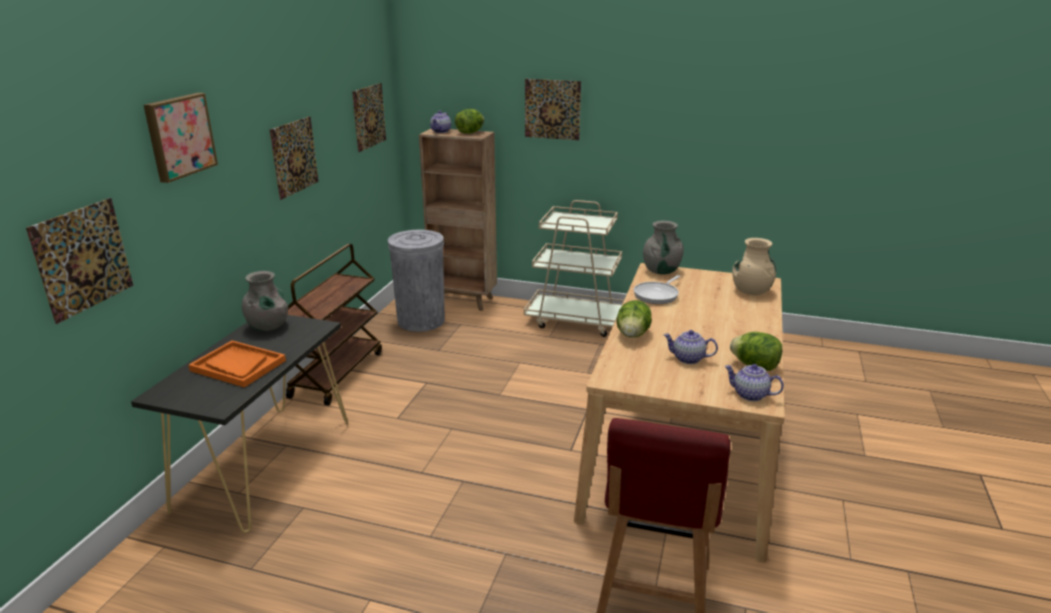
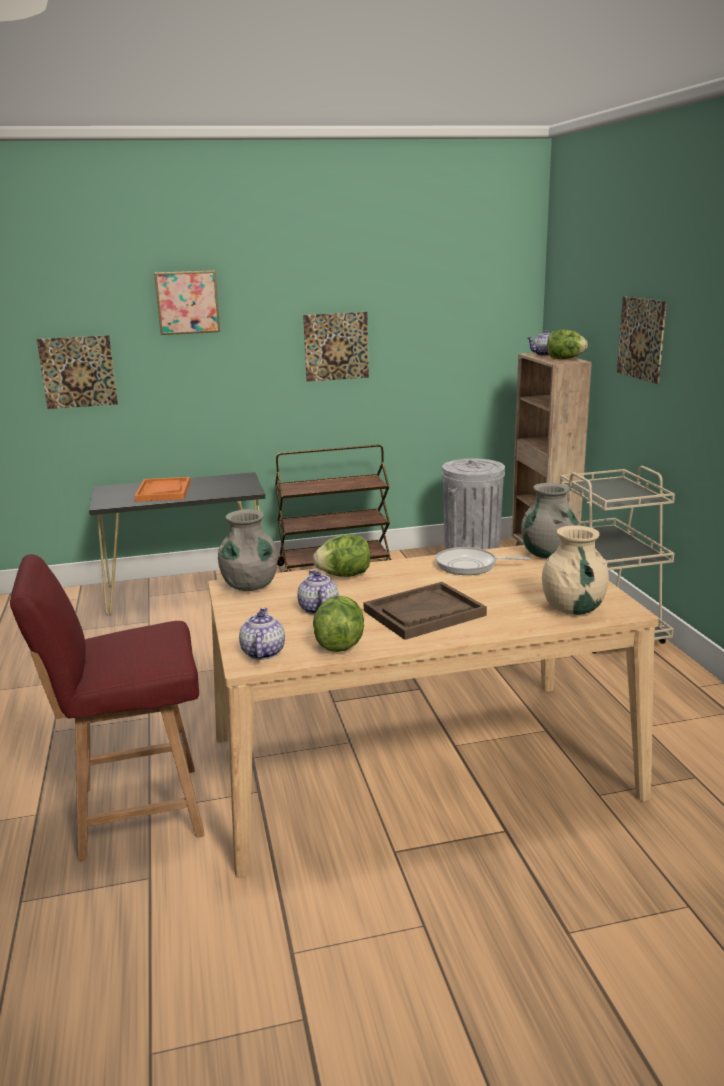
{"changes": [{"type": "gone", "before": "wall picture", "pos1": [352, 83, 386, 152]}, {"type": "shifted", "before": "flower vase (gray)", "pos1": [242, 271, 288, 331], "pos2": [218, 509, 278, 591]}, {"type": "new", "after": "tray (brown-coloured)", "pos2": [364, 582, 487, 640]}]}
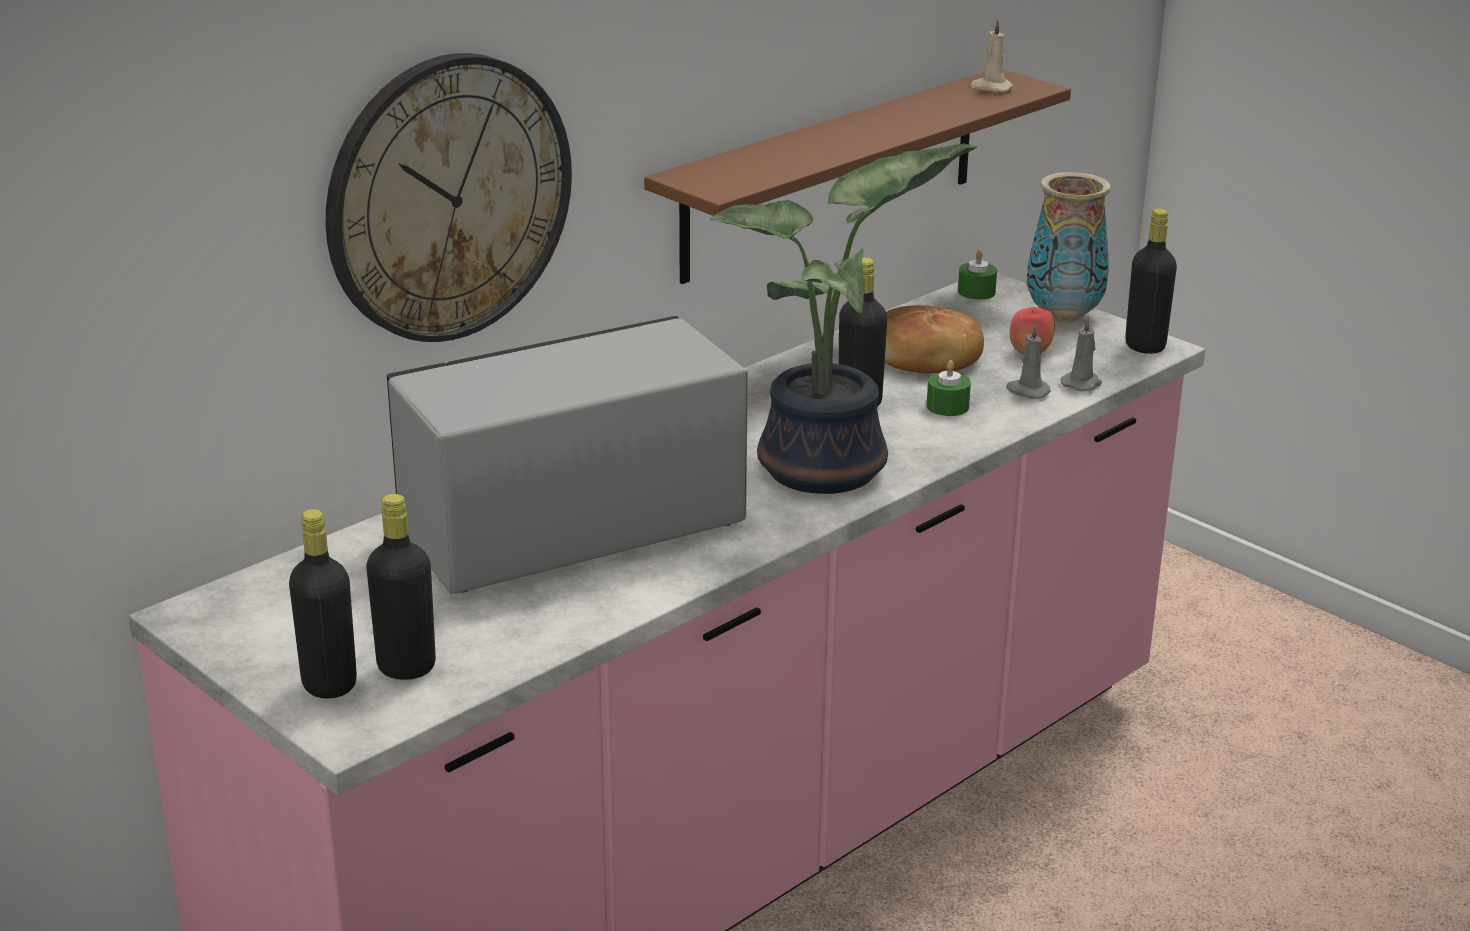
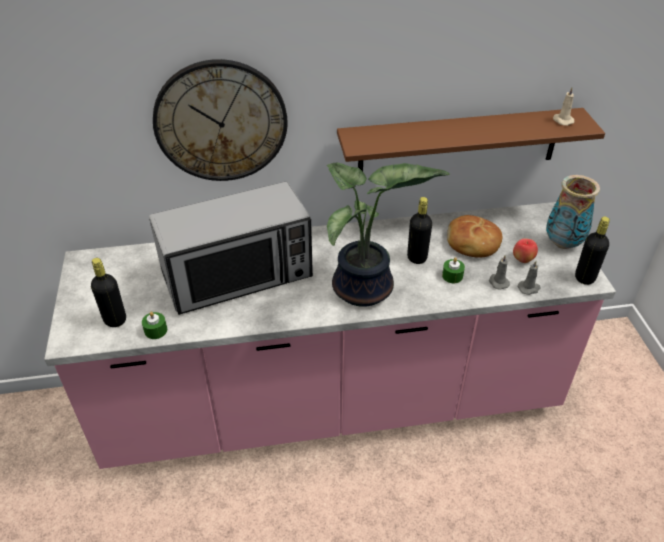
{"changes": [{"type": "shifted", "before": "wax light (greenish)", "pos1": [958, 250, 997, 300], "pos2": [142, 312, 167, 339]}, {"type": "rotated", "before": "kitchen microwave", "pos1": [387, 316, 748, 594], "pos2": [149, 182, 313, 315], "turn": 150}, {"type": "gone", "before": "drink bottle (blackish)", "pos1": [289, 509, 357, 699]}]}
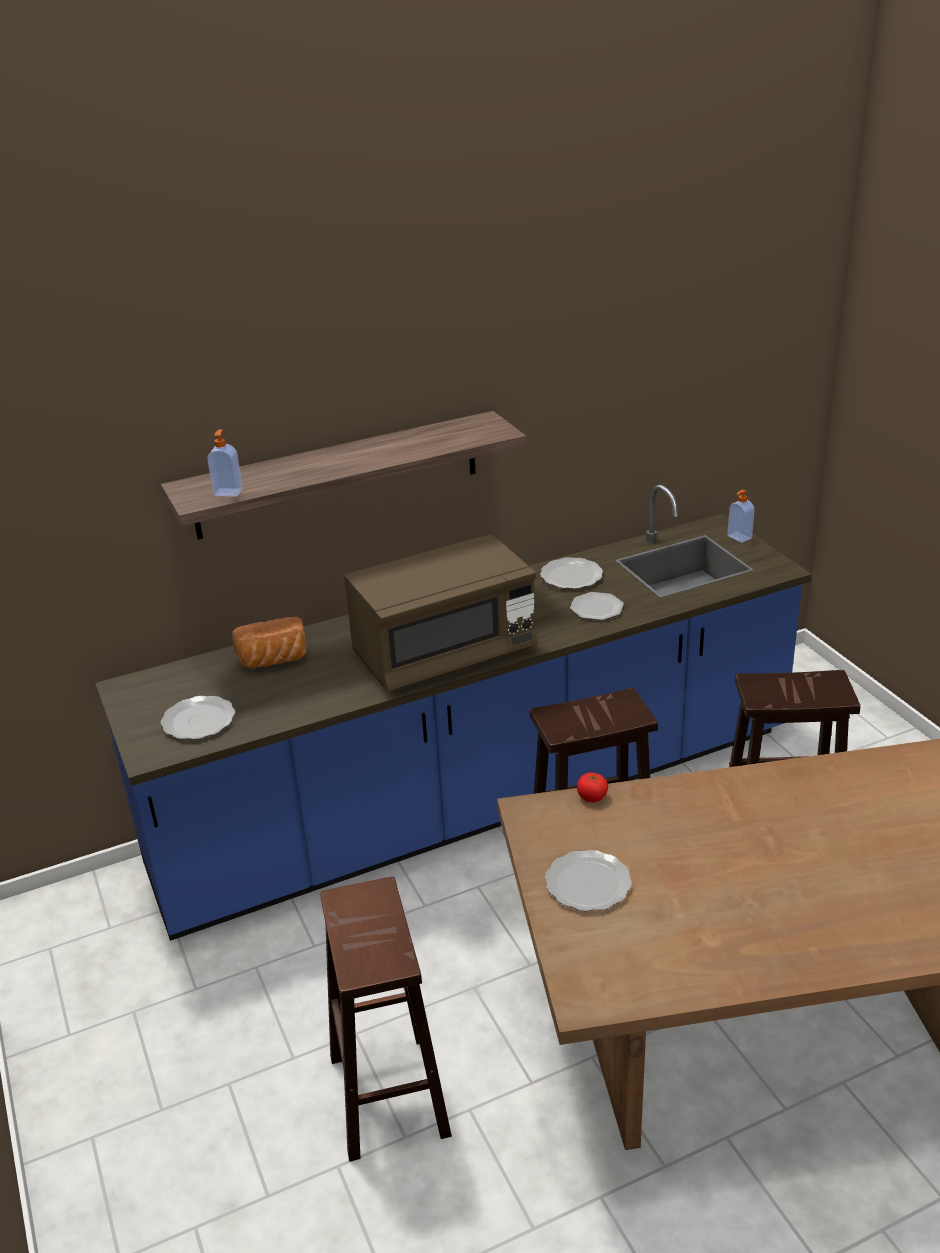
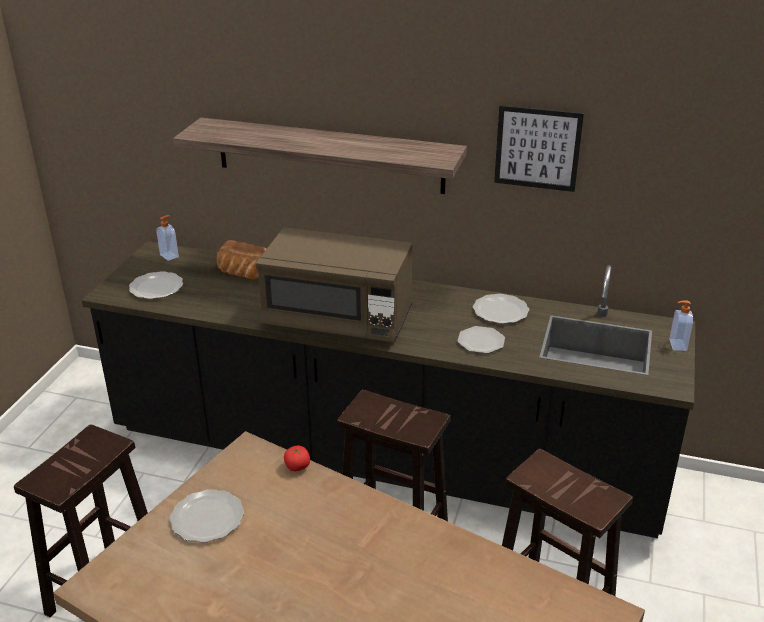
{"changes": [{"type": "shifted", "before": "liquid soap bottle", "pos1": [207, 430, 243, 496], "pos2": [156, 215, 179, 261]}, {"type": "repainted", "before": "kitchen counter (blue)", "after": "kitchen counter (blackish)", "pos1": [95, 484, 812, 941], "pos2": [81, 241, 695, 538]}, {"type": "new", "after": "wall picture", "pos2": [494, 105, 584, 192]}]}
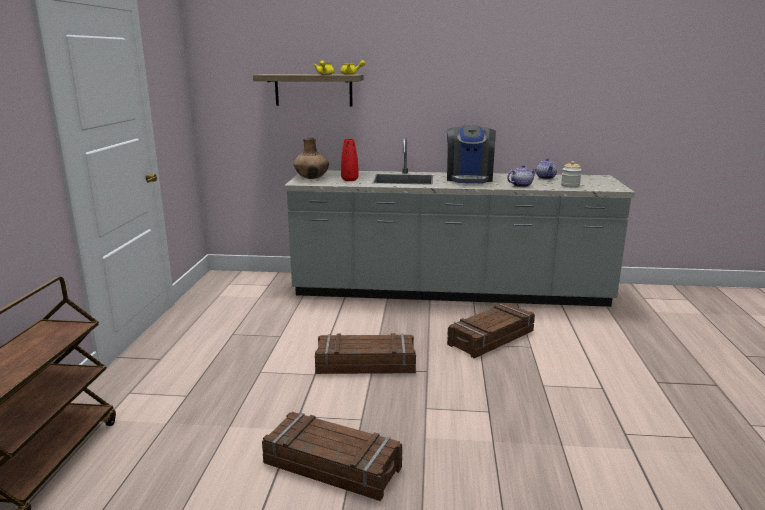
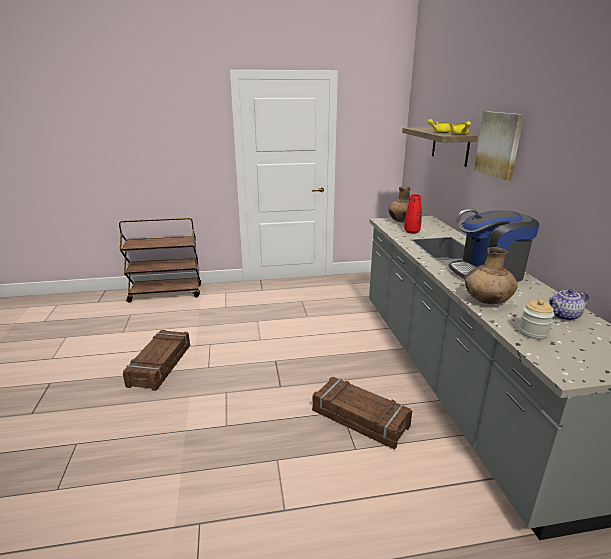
{"changes": [{"type": "swapped", "before": "teapot", "after": "flower vase (brown-coloured)", "pos1": [507, 165, 537, 187], "pos2": [465, 247, 518, 304]}, {"type": "gone", "before": "packing crate", "pos1": [315, 333, 416, 374]}, {"type": "new", "after": "wall picture", "pos2": [474, 111, 524, 181]}]}
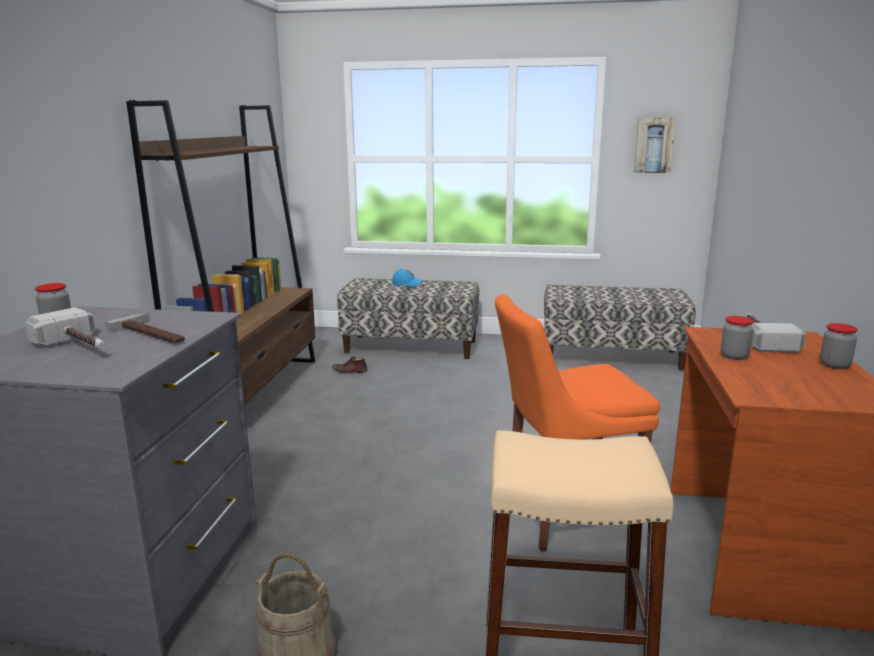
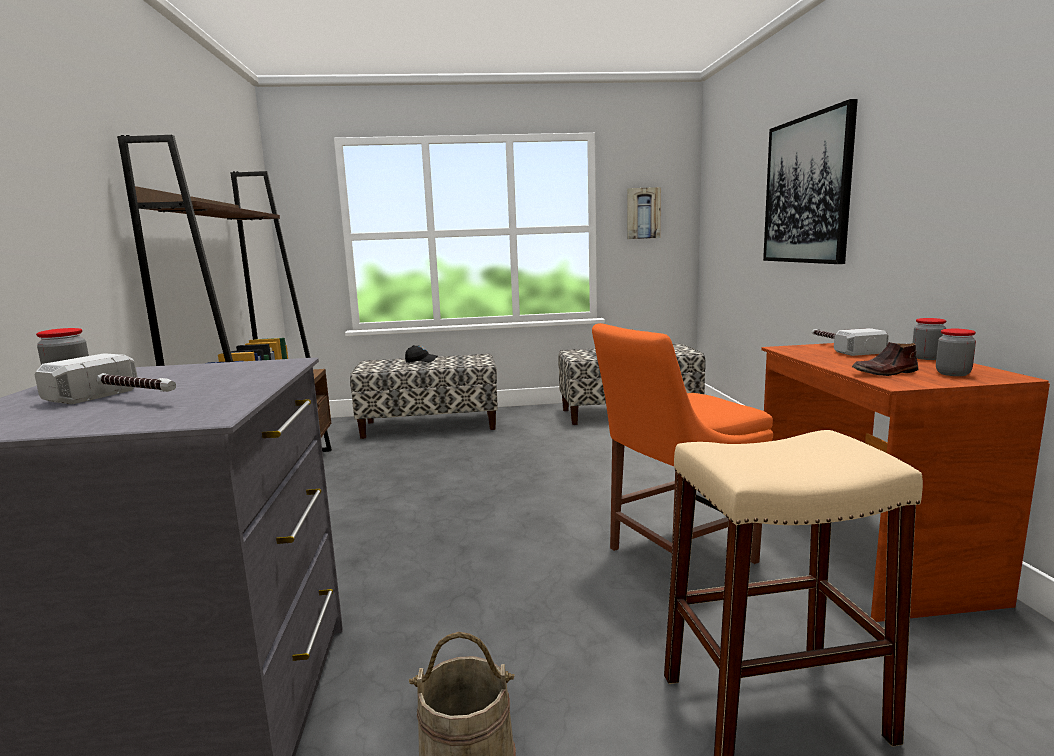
{"changes": [{"type": "repainted", "before": "cap (blue)", "after": "cap (blackish)", "pos1": [392, 269, 423, 287], "pos2": [405, 345, 437, 363]}, {"type": "gone", "before": "hammer", "pos1": [105, 313, 185, 344]}, {"type": "shifted", "before": "jar", "pos1": [721, 316, 754, 360], "pos2": [936, 329, 976, 376]}, {"type": "shifted", "before": "low shoe (brown-coloured)", "pos1": [332, 357, 367, 373], "pos2": [852, 342, 918, 376]}, {"type": "new", "after": "wall picture", "pos2": [763, 99, 858, 264]}]}
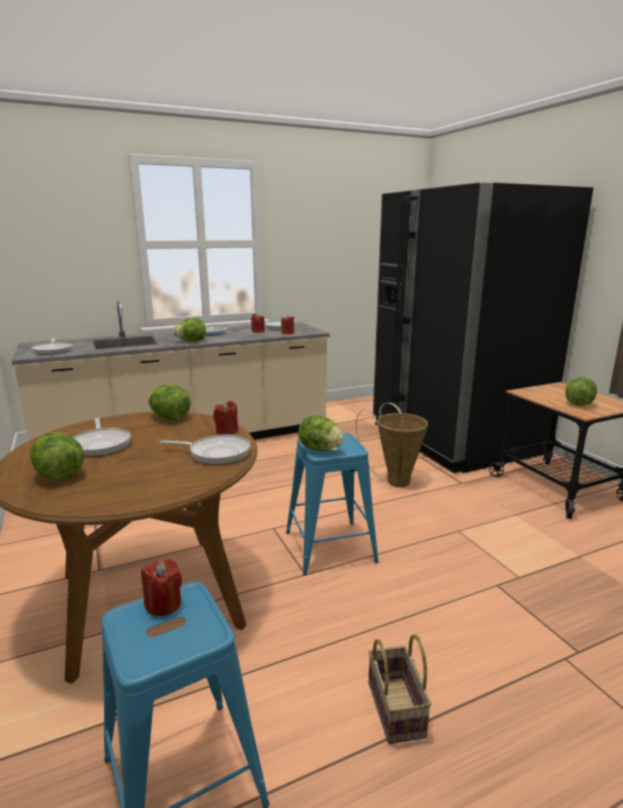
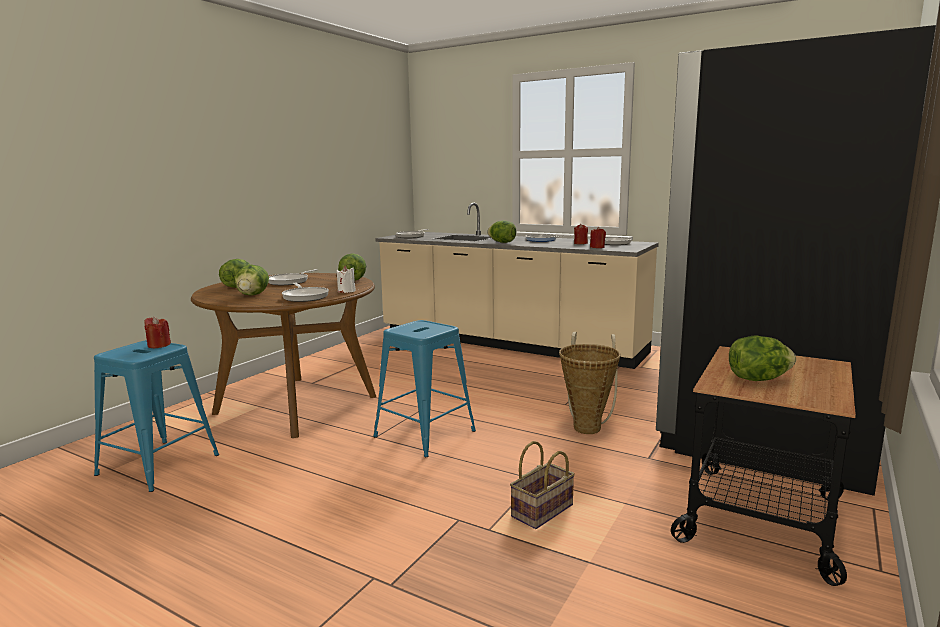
{"changes": [{"type": "repainted", "before": "wax light (red)", "after": "wax light (white-coloured)", "pos1": [213, 401, 238, 435], "pos2": [337, 266, 356, 293]}, {"type": "shifted", "before": "lettuce head", "pos1": [298, 416, 344, 451], "pos2": [235, 265, 269, 296]}, {"type": "shifted", "before": "storage basket", "pos1": [368, 634, 431, 744], "pos2": [510, 441, 575, 529]}]}
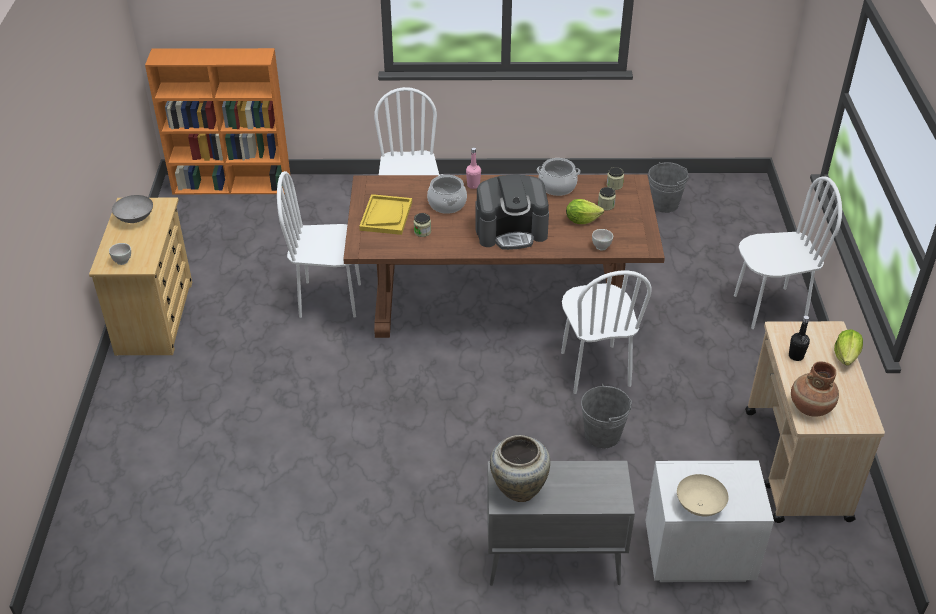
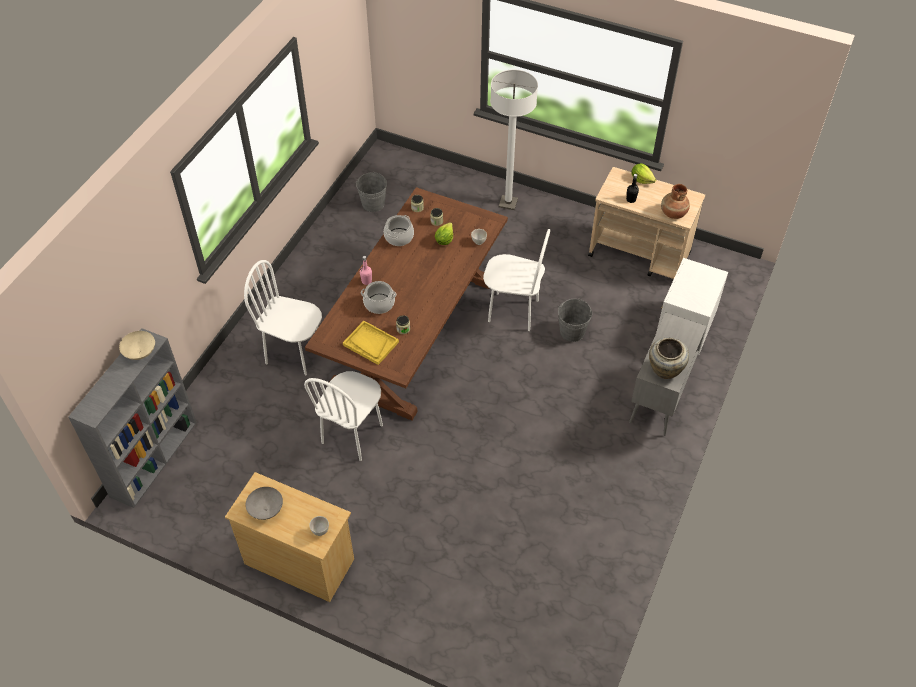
{"changes": [{"type": "repainted", "before": "shelving unit (orangey)", "after": "shelving unit (gray)", "pos1": [145, 48, 291, 194], "pos2": [68, 328, 197, 508]}, {"type": "gone", "before": "coffee maker", "pos1": [475, 174, 549, 250]}, {"type": "swapped", "before": "chair (white-coloured)", "after": "standard lamp (white-coloured)", "pos1": [734, 176, 842, 329], "pos2": [490, 70, 538, 210]}, {"type": "shifted", "before": "deep dish (sand-coloured)", "pos1": [677, 474, 728, 516], "pos2": [119, 331, 155, 360]}]}
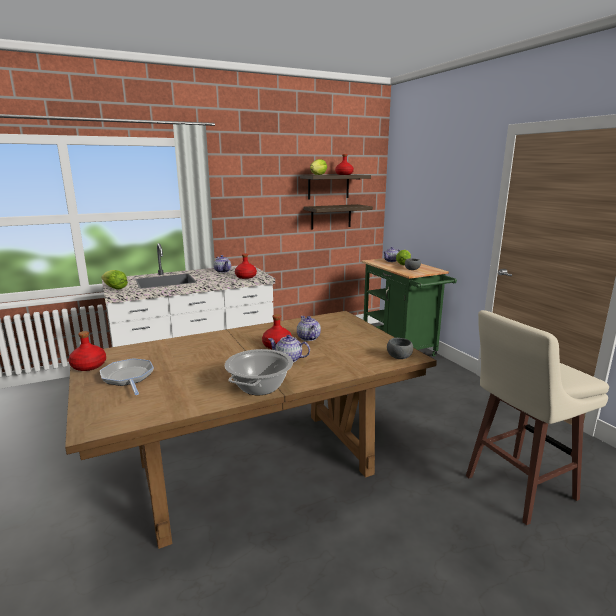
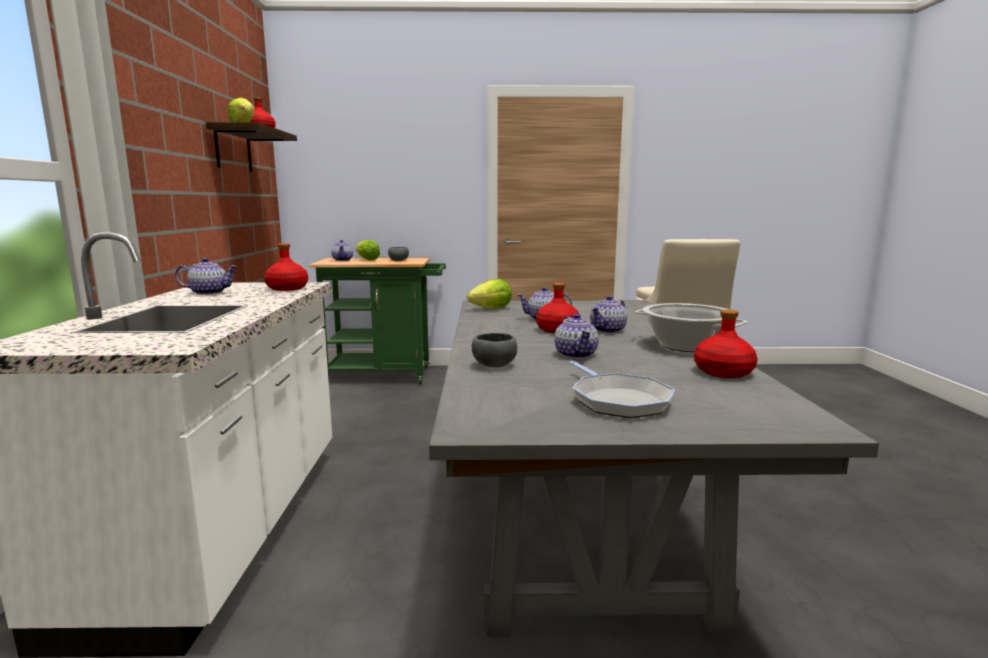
{"changes": [{"type": "gone", "before": "shelf", "pos1": [303, 204, 373, 230]}, {"type": "shifted", "before": "lettuce head", "pos1": [101, 270, 128, 289], "pos2": [467, 279, 512, 308]}, {"type": "repainted", "before": "kitchen table (brown-coloured)", "after": "kitchen table (gray)", "pos1": [65, 311, 437, 549], "pos2": [429, 300, 879, 637]}, {"type": "shifted", "before": "drink bottle (red)", "pos1": [69, 331, 106, 371], "pos2": [694, 309, 758, 378]}, {"type": "shifted", "before": "deep dish (gray)", "pos1": [387, 338, 413, 359], "pos2": [472, 333, 517, 367]}, {"type": "rotated", "before": "frying pan", "pos1": [100, 358, 154, 395], "pos2": [570, 361, 675, 418], "turn": -105}, {"type": "new", "after": "teapot", "pos2": [554, 313, 599, 359]}]}
